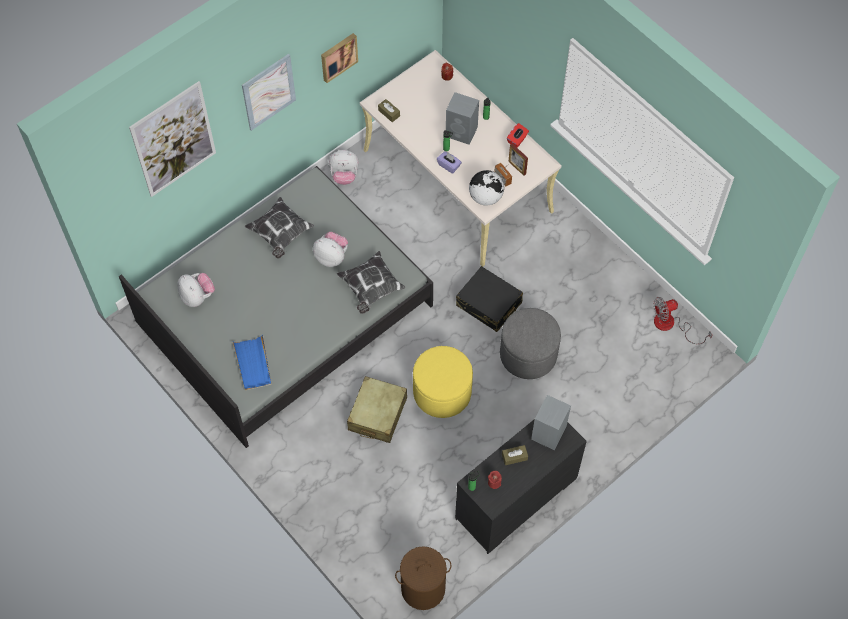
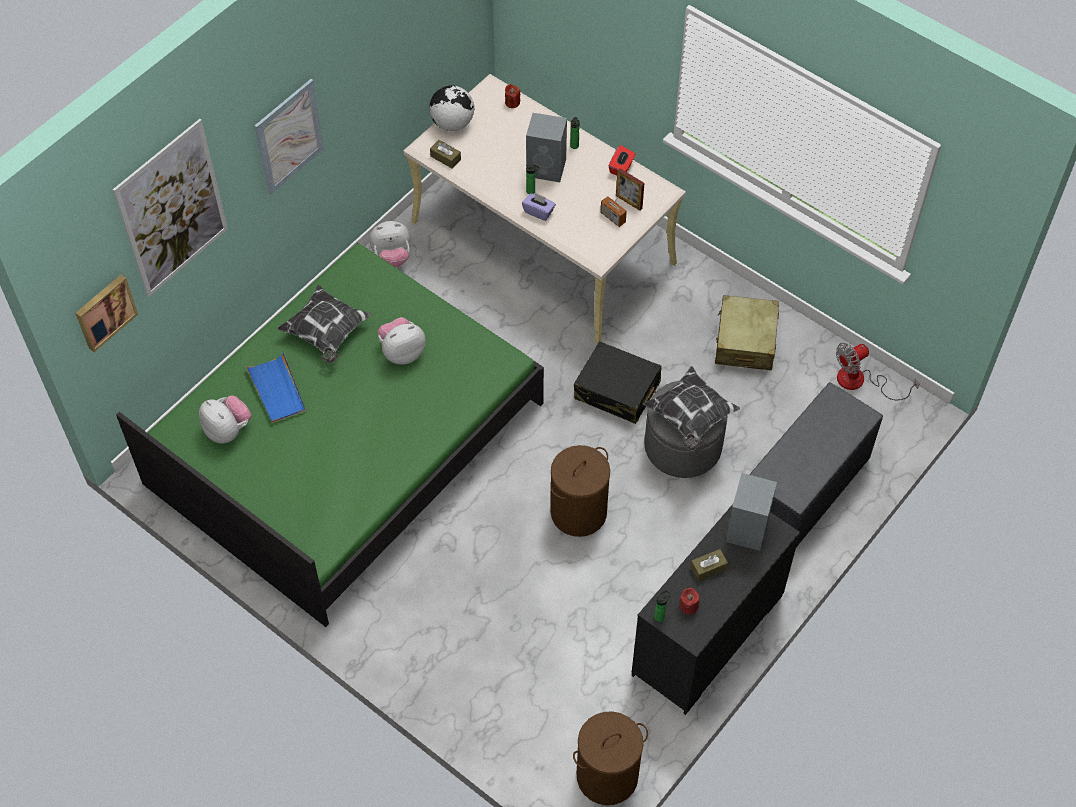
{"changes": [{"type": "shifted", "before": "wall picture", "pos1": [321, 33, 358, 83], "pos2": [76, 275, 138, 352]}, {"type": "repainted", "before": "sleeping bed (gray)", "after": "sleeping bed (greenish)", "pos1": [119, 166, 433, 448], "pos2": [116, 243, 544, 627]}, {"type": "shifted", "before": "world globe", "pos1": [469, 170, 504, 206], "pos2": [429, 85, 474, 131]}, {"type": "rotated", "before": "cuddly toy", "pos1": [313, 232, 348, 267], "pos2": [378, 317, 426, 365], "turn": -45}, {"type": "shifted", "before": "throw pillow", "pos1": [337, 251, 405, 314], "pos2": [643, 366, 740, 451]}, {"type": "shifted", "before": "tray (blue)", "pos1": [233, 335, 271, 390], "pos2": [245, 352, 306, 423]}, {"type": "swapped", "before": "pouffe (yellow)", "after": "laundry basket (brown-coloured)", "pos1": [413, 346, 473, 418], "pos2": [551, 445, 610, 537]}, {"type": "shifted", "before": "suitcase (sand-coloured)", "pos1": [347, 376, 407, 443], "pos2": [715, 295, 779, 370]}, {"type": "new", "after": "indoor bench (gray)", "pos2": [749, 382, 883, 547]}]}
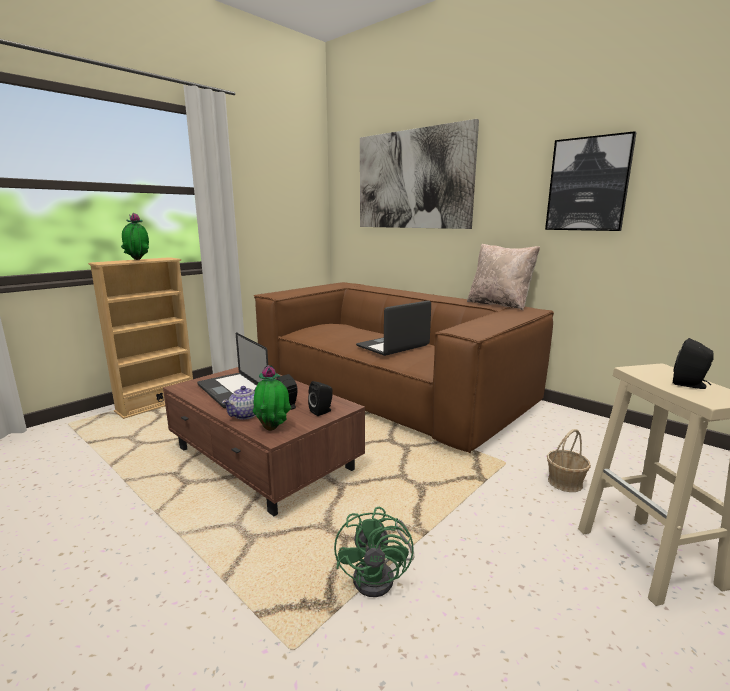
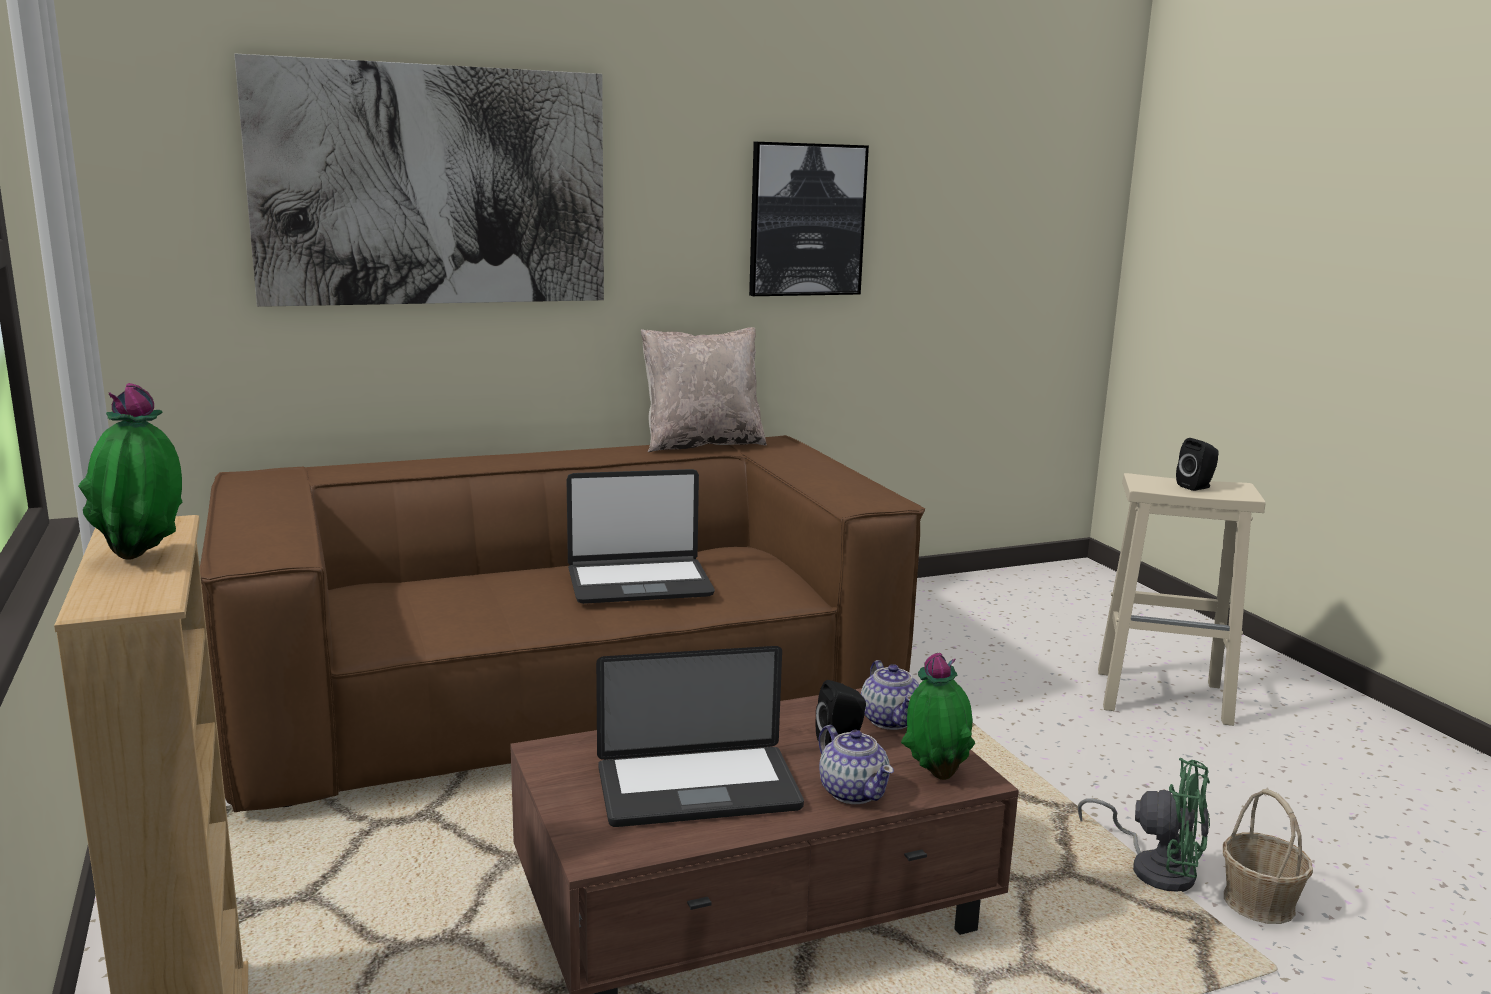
{"changes": [{"type": "rotated", "before": "portable computer", "pos1": [356, 300, 431, 356], "pos2": [567, 469, 715, 604], "turn": -90}, {"type": "swapped", "before": "loudspeaker (blackish)", "after": "teapot", "pos1": [308, 381, 333, 416], "pos2": [861, 660, 919, 730]}, {"type": "shifted", "before": "storage basket", "pos1": [547, 429, 591, 492], "pos2": [1223, 789, 1313, 924]}]}
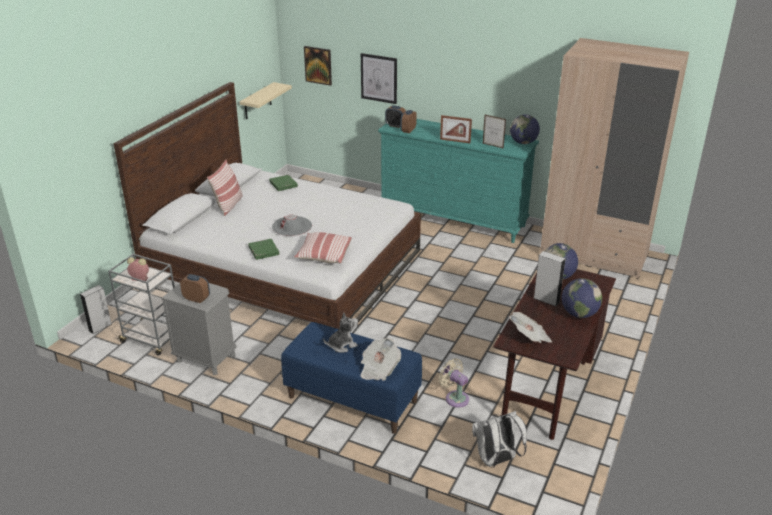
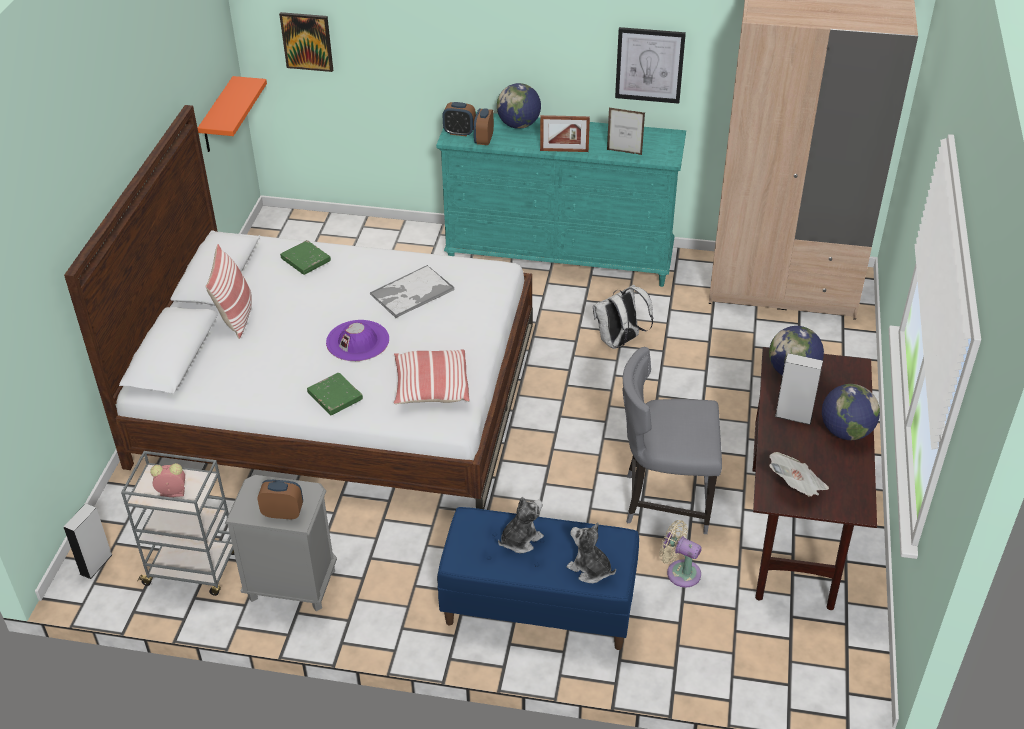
{"changes": [{"type": "shifted", "before": "wall picture", "pos1": [361, 53, 397, 104], "pos2": [615, 27, 686, 104]}, {"type": "repainted", "before": "shelf (sand-coloured)", "after": "shelf (orangey)", "pos1": [240, 82, 292, 119], "pos2": [198, 76, 267, 152]}, {"type": "shifted", "before": "world globe", "pos1": [510, 114, 540, 144], "pos2": [497, 83, 541, 129]}, {"type": "repainted", "before": "clothing hat (gray)", "after": "clothing hat (purplish)", "pos1": [272, 215, 312, 236], "pos2": [326, 320, 389, 361]}, {"type": "swapped", "before": "printed paper", "after": "cuddly toy", "pos1": [361, 338, 401, 381], "pos2": [567, 522, 616, 583]}, {"type": "shifted", "before": "knapsack (white-coloured)", "pos1": [472, 411, 527, 468], "pos2": [593, 285, 653, 349]}, {"type": "new", "after": "tray", "pos2": [370, 265, 454, 318]}, {"type": "new", "after": "chair (gray)", "pos2": [623, 347, 722, 534]}]}
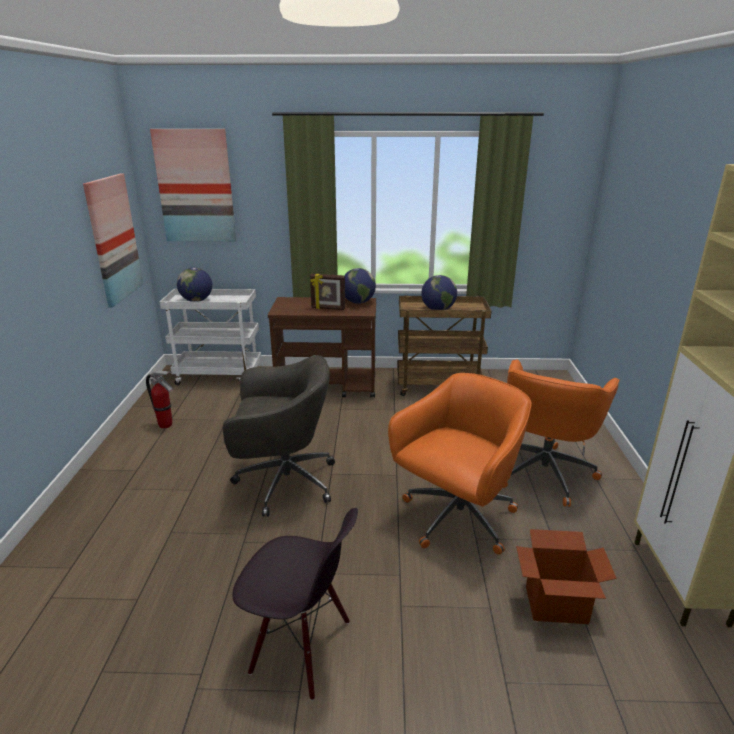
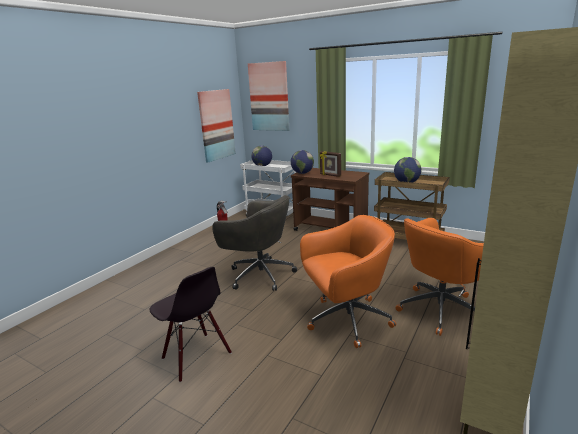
{"changes": [{"type": "shifted", "before": "world globe", "pos1": [345, 268, 376, 304], "pos2": [291, 150, 314, 174]}, {"type": "gone", "before": "cardboard box", "pos1": [516, 529, 617, 624]}]}
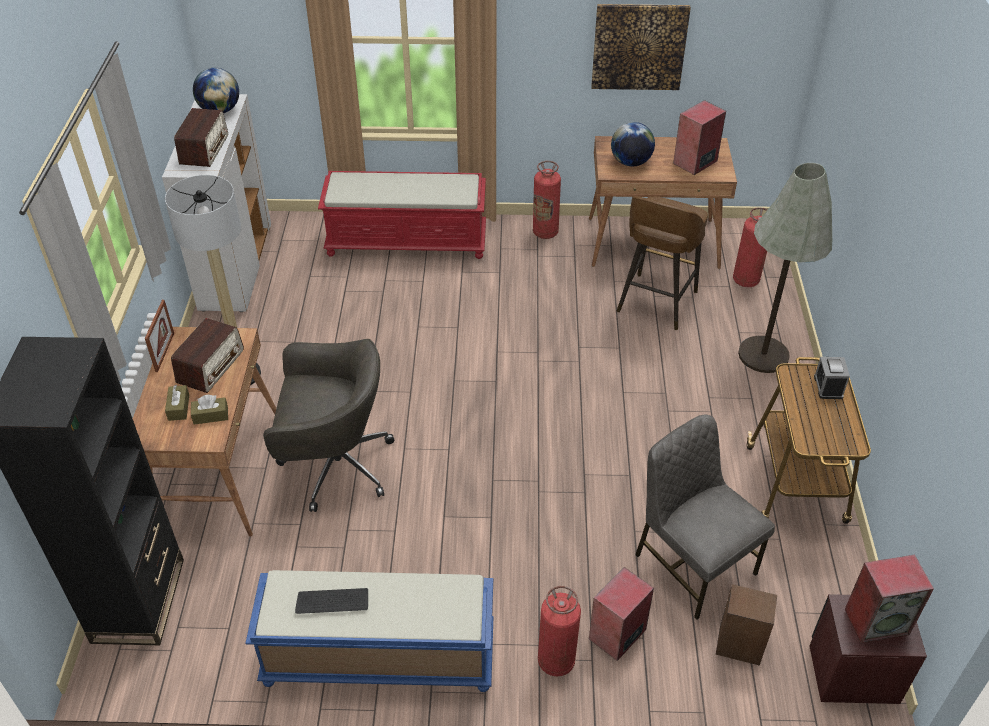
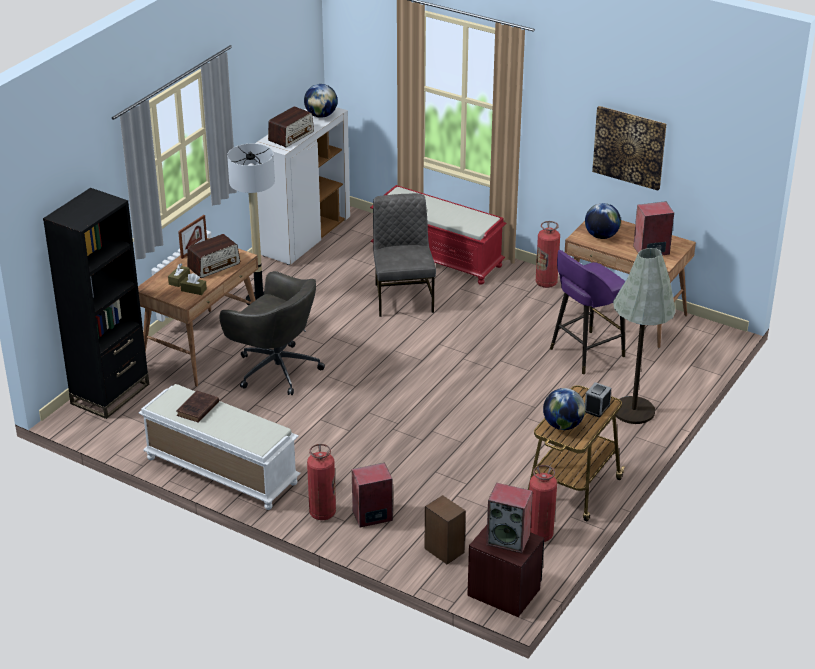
{"changes": [{"type": "repainted", "before": "sitting stool (brown-coloured)", "after": "sitting stool (purplish)", "pos1": [617, 196, 708, 330], "pos2": [550, 250, 625, 375]}, {"type": "shifted", "before": "extinguisher", "pos1": [733, 207, 768, 287], "pos2": [529, 465, 557, 542]}, {"type": "shifted", "before": "chair (gray)", "pos1": [635, 415, 775, 620], "pos2": [373, 193, 436, 317]}, {"type": "repainted", "before": "indoor bench (blue)", "after": "indoor bench (white-coloured)", "pos1": [245, 570, 493, 692], "pos2": [139, 384, 301, 510]}, {"type": "swapped", "before": "keyboard", "after": "book (brown-coloured)", "pos1": [295, 588, 368, 614], "pos2": [177, 391, 219, 423]}, {"type": "new", "after": "world globe", "pos2": [543, 388, 585, 430]}]}
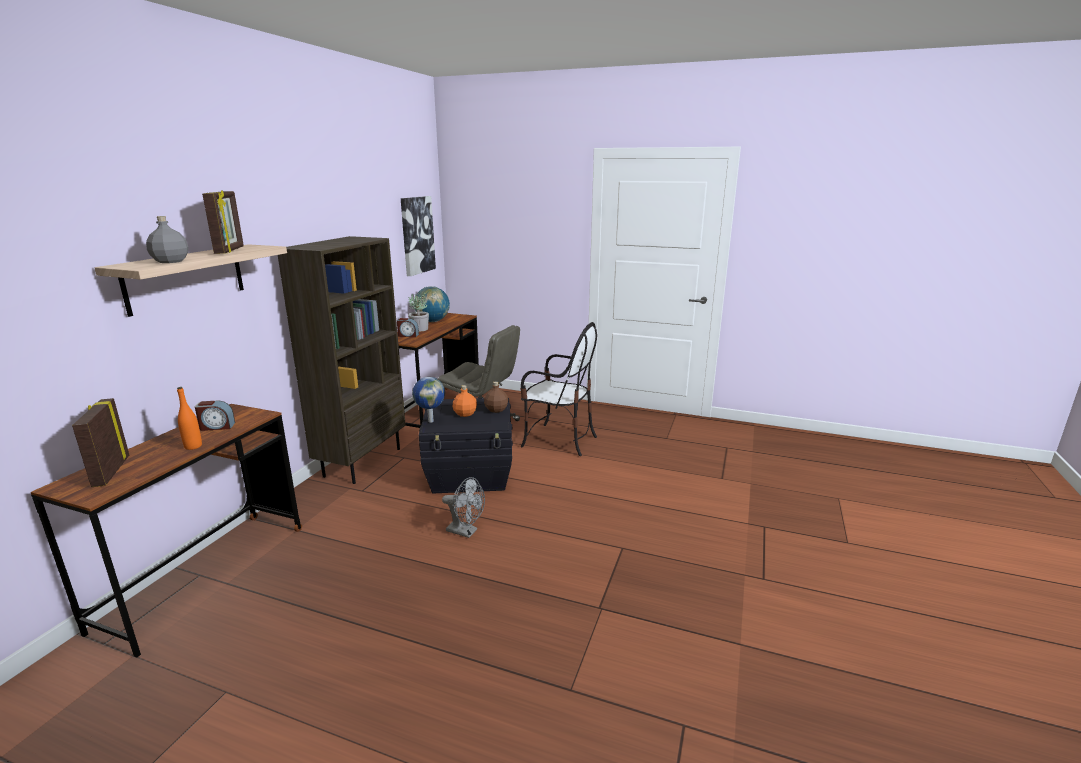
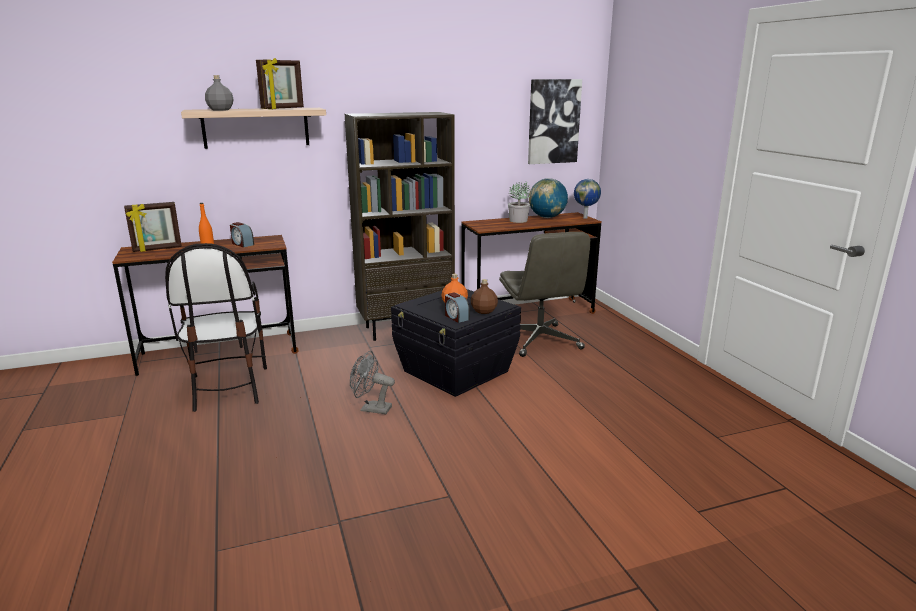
{"changes": [{"type": "shifted", "before": "alarm clock", "pos1": [397, 318, 419, 337], "pos2": [445, 293, 470, 323]}, {"type": "shifted", "before": "chair", "pos1": [520, 322, 597, 456], "pos2": [165, 243, 267, 412]}, {"type": "shifted", "before": "world globe", "pos1": [412, 377, 445, 423], "pos2": [574, 179, 601, 219]}, {"type": "rotated", "before": "photo frame", "pos1": [72, 398, 129, 487], "pos2": [124, 202, 182, 252], "turn": -150}, {"type": "rotated", "before": "cooling fan (gray)", "pos1": [442, 477, 485, 538], "pos2": [350, 351, 395, 414], "turn": 120}]}
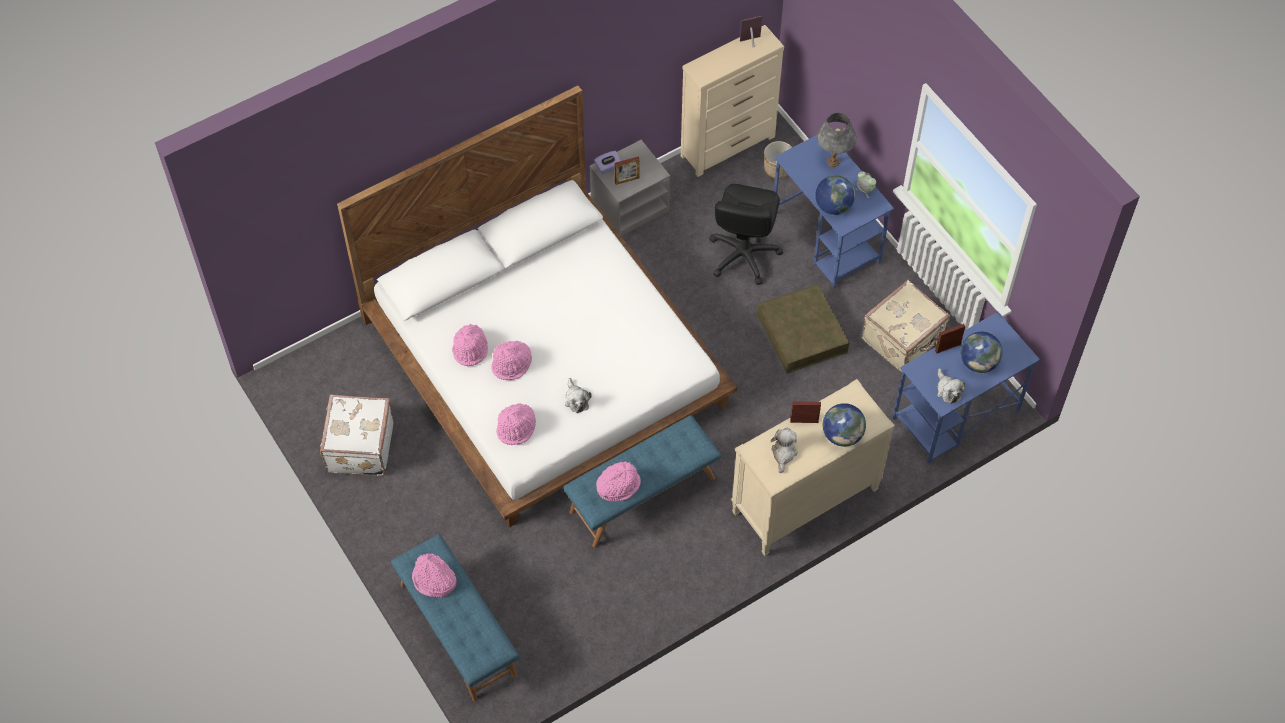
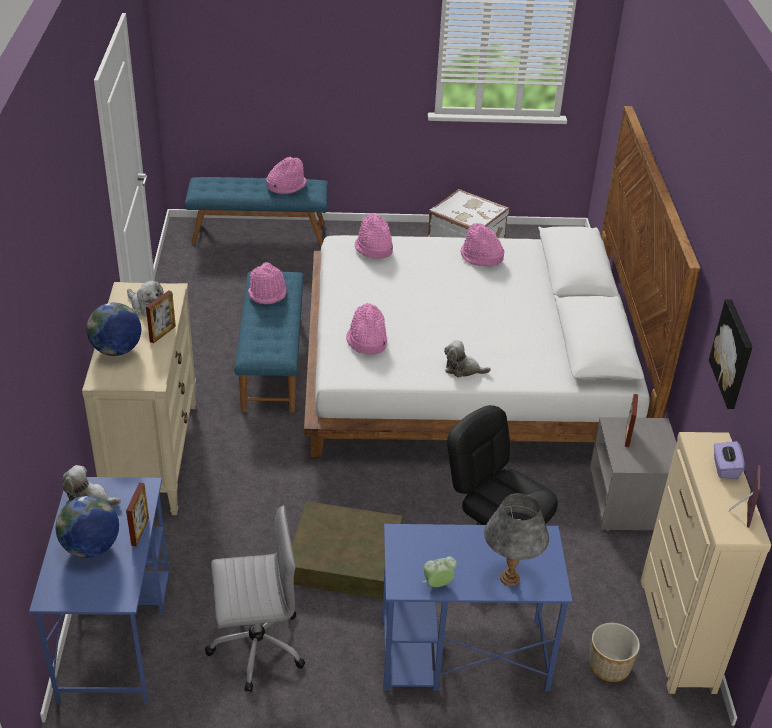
{"changes": [{"type": "shifted", "before": "tissue box (purplish)", "pos1": [594, 151, 621, 175], "pos2": [714, 441, 745, 479]}, {"type": "gone", "before": "world globe", "pos1": [815, 175, 855, 215]}, {"type": "swapped", "before": "suitcase (sand-coloured)", "after": "desk chair (gray)", "pos1": [862, 280, 950, 372], "pos2": [205, 505, 305, 692]}, {"type": "shifted", "before": "clothing hat (pinkish)", "pos1": [491, 341, 532, 380], "pos2": [346, 303, 387, 355]}, {"type": "shifted", "before": "cuddly toy", "pos1": [565, 378, 592, 413], "pos2": [444, 340, 491, 377]}, {"type": "new", "after": "wall picture", "pos2": [709, 299, 753, 409]}]}
